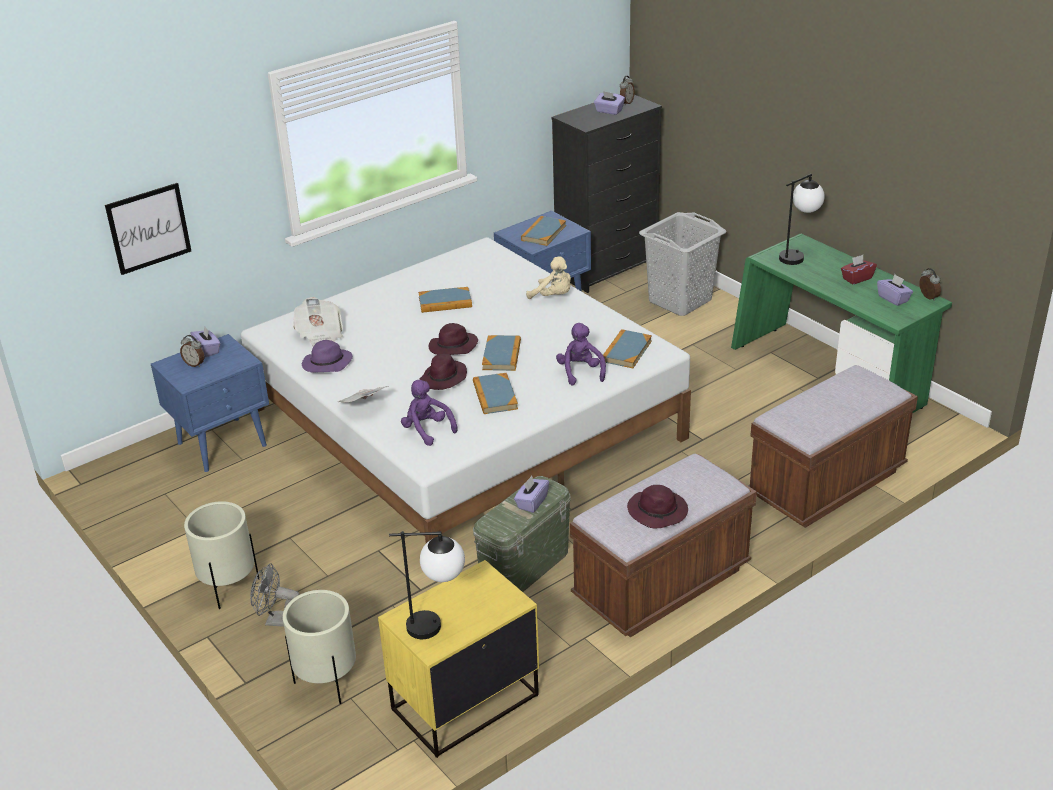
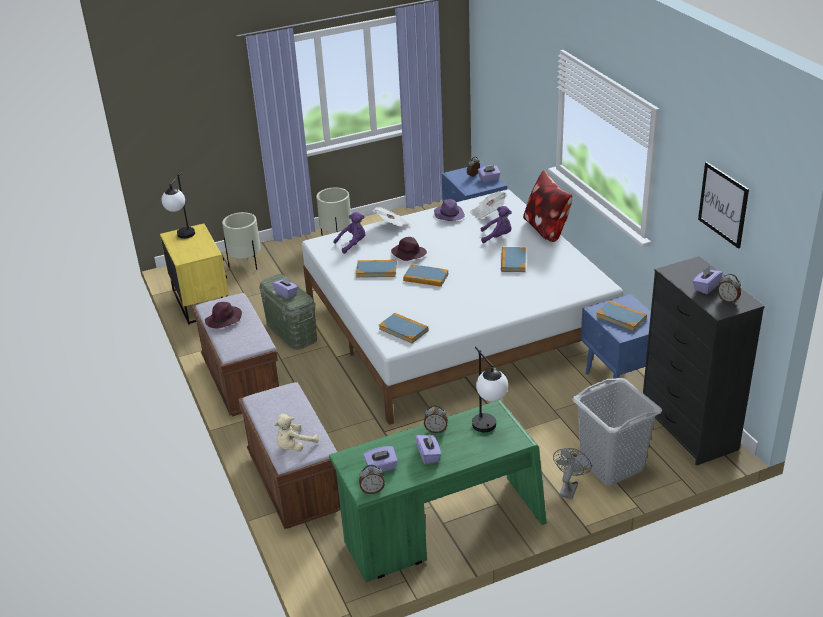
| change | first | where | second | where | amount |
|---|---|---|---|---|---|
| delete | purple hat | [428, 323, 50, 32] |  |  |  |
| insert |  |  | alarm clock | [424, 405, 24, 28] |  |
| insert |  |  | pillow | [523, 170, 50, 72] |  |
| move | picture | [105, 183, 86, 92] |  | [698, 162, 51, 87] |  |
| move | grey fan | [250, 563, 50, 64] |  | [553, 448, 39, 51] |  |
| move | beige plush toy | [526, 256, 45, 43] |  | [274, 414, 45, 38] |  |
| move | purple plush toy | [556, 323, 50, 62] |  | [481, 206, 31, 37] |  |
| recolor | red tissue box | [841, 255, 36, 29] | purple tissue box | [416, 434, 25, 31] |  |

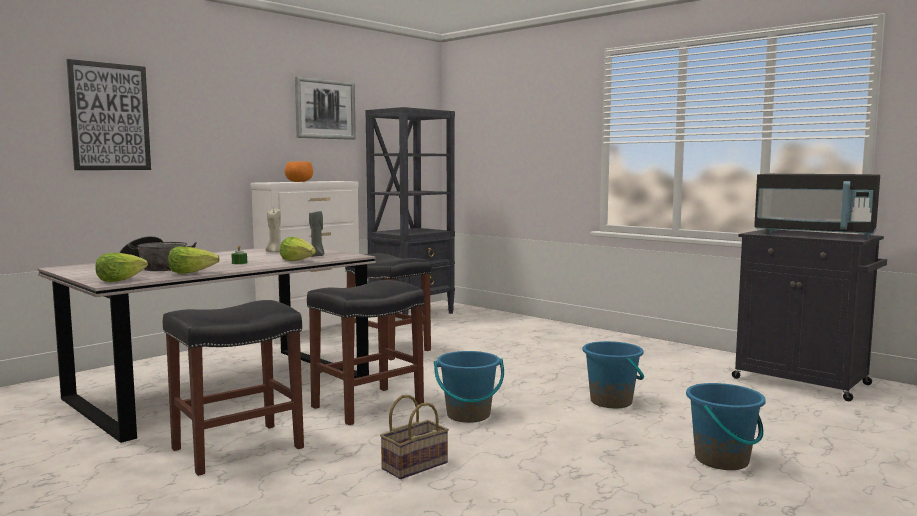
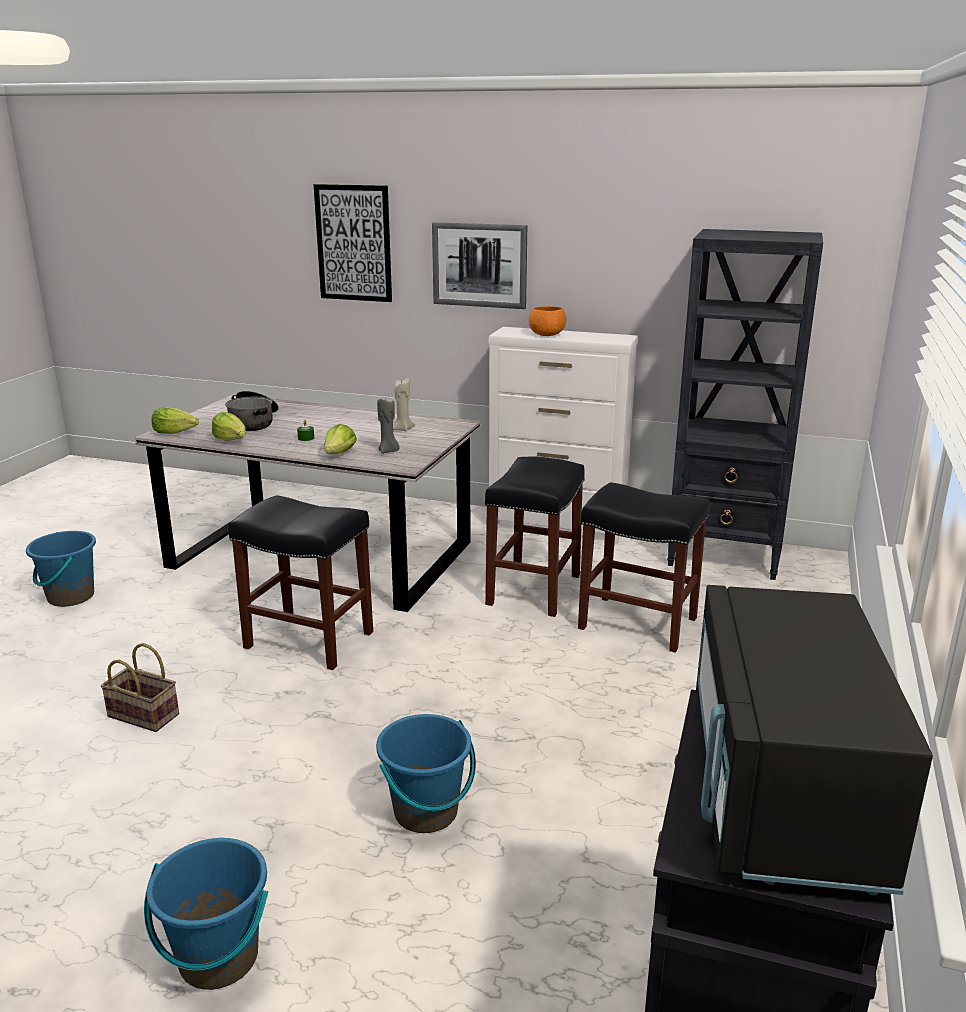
| change | first | where | second | where | amount |
|---|---|---|---|---|---|
| move | black stool | [163, 300, 141, 176] |  | [578, 482, 132, 171] |  |
| move | picture | [295, 76, 61, 64] |  | [432, 222, 95, 87] |  |
| move | blue bucket | [434, 351, 70, 72] |  | [26, 531, 70, 76] |  |

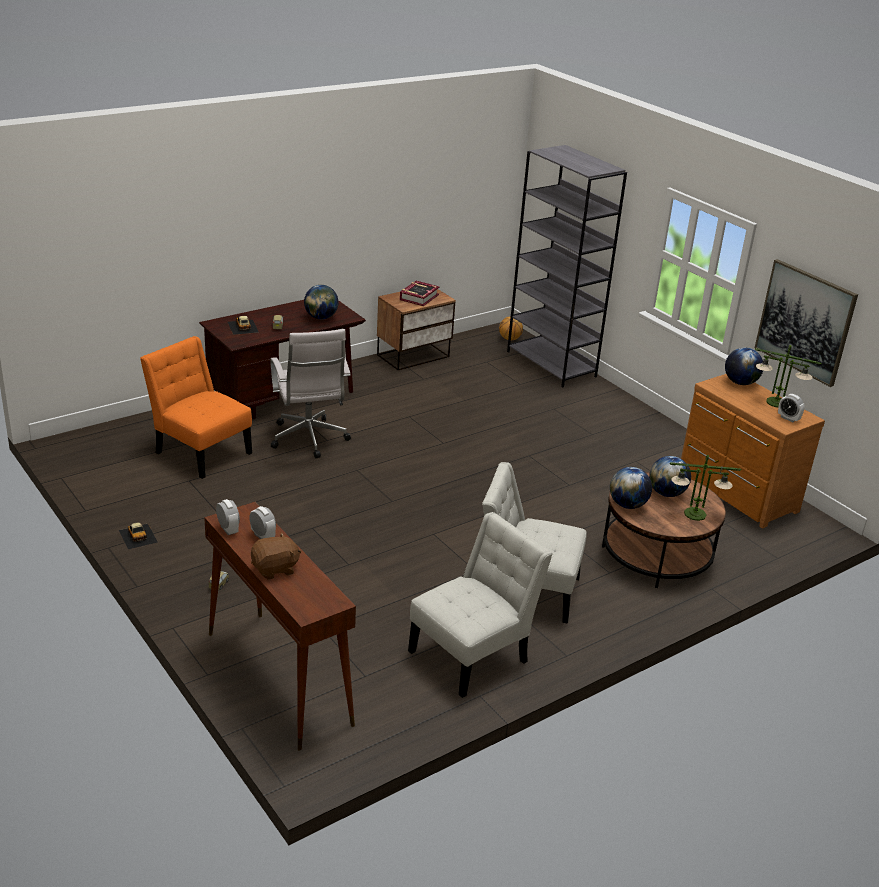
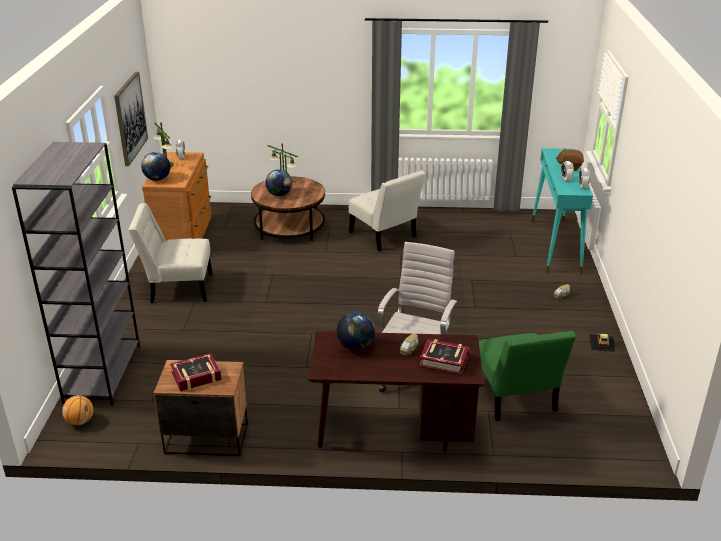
| change | first | where | second | where | amount |
|---|---|---|---|---|---|
| delete | globe | [610, 467, 42, 42] |  |  |  |
| move | white chair | [408, 512, 145, 186] |  | [128, 203, 85, 100] |  |
| replace | toy car | [228, 316, 30, 19] | book | [419, 339, 51, 36] |  |
| recolor | orange chair | [140, 336, 112, 143] | green chair | [479, 330, 97, 91] |  |
| recolor | brown console table | [204, 502, 152, 249] | turquoise console table | [532, 148, 61, 126] |  |

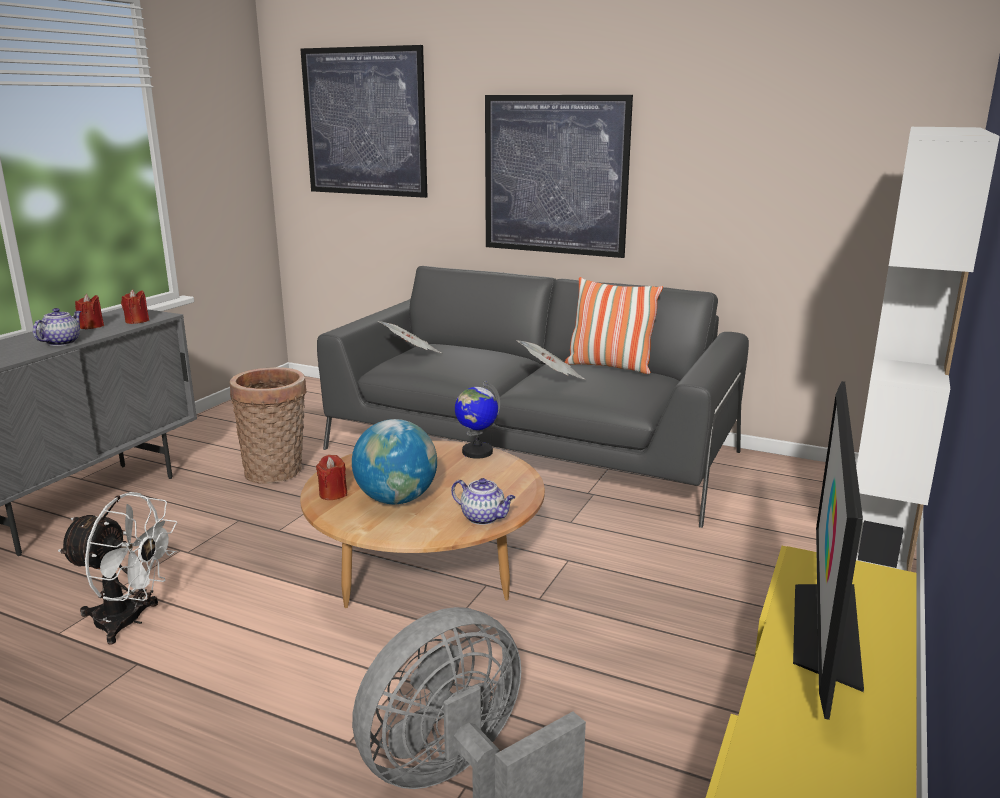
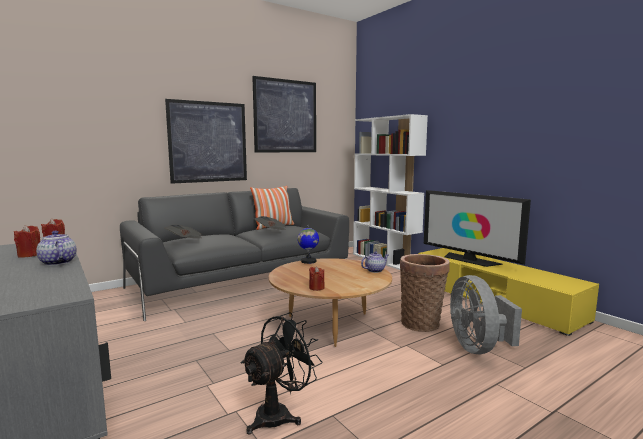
| change | first | where | second | where | amount |
|---|---|---|---|---|---|
| delete | globe | [352, 419, 85, 85] |  |  |  |
| move | basket | [230, 367, 76, 117] |  | [400, 254, 50, 78] |  |
| move | picture | [300, 45, 127, 153] |  | [252, 76, 64, 76] |  |
| recolor | white fan | [58, 492, 120, 153] | black fan | [241, 312, 81, 123] |  |

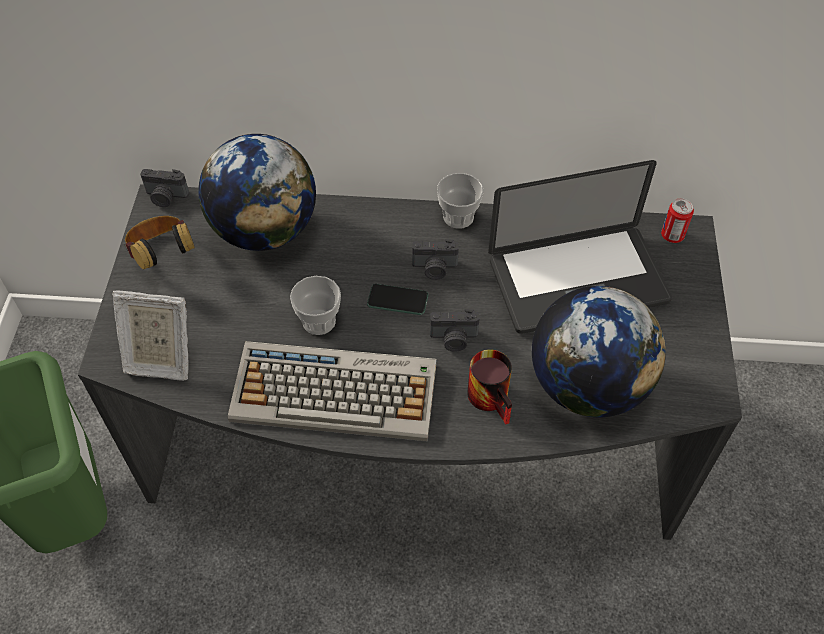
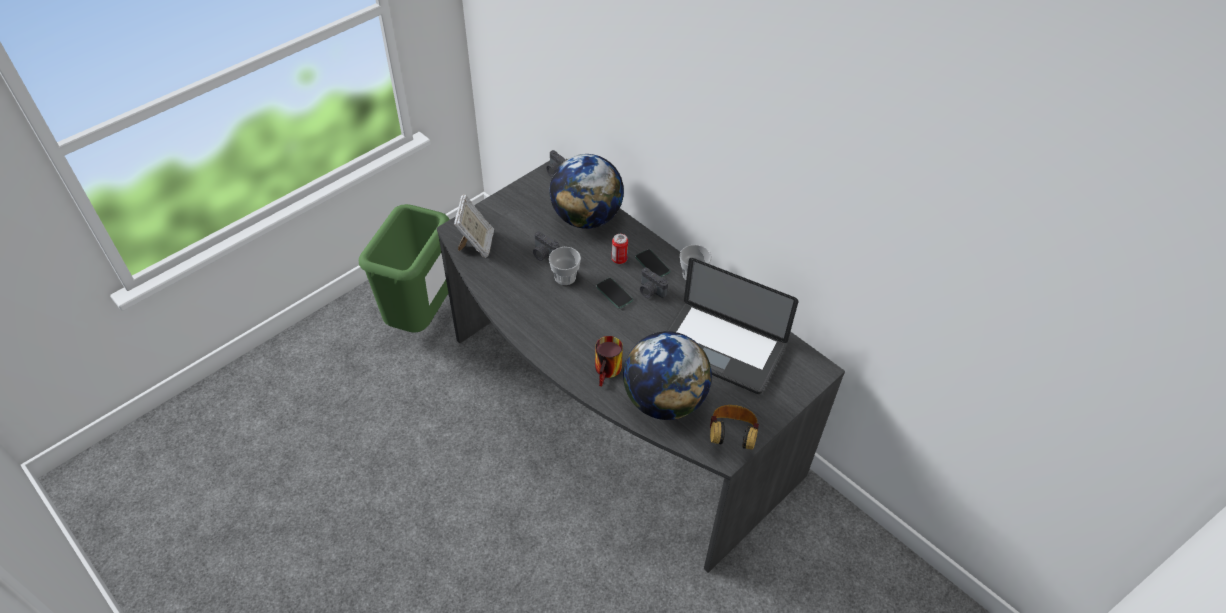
| change | first | where | second | where | amount |
|---|---|---|---|---|---|
| delete | keyboard | [228, 341, 209, 100] |  |  |  |
| insert |  |  | phone | [635, 249, 36, 28] |  |
| move | headphones | [125, 216, 70, 53] |  | [710, 405, 49, 45] |  |
| move | photo camera | [430, 309, 50, 43] |  | [533, 231, 26, 30] |  |
| move | can | [661, 198, 33, 45] |  | [612, 234, 16, 30] |  |
| rotate | picture frame | [112, 290, 77, 91] |  | [454, 194, 40, 64] | 135 degrees counterclockwise |

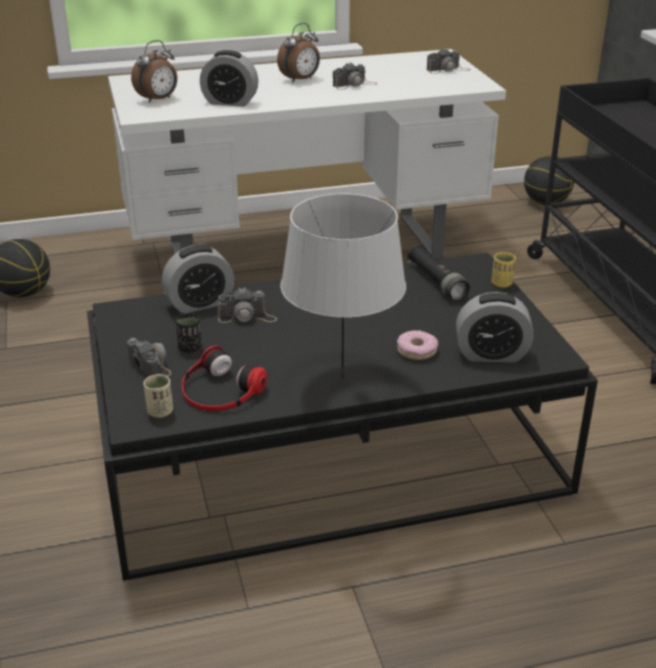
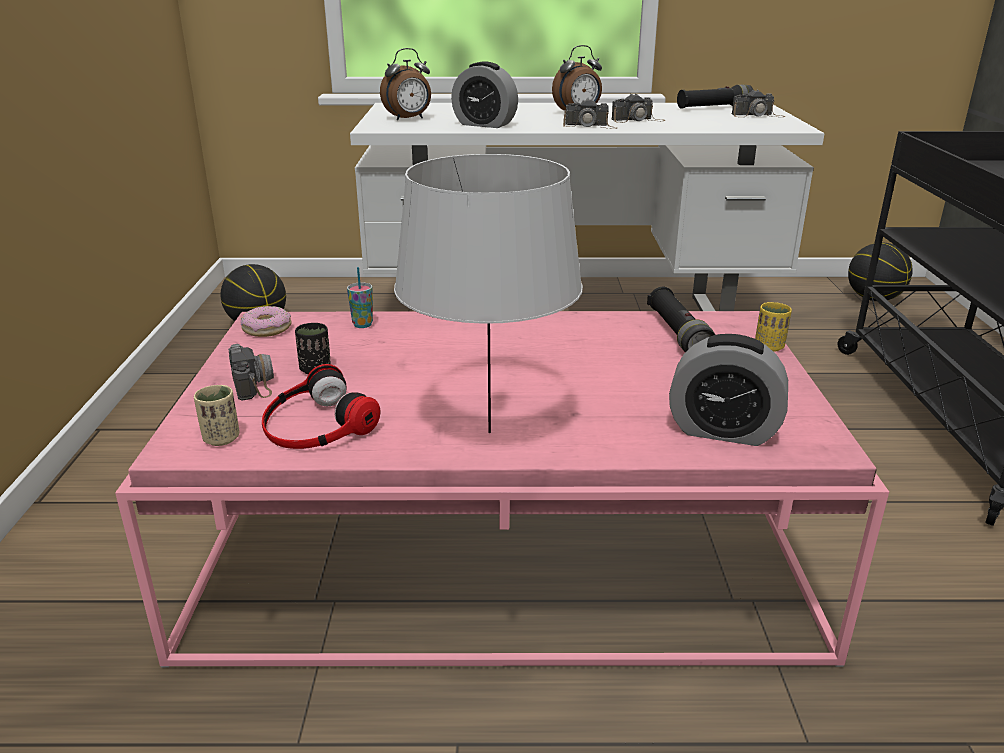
| change | first | where | second | where | amount |
|---|---|---|---|---|---|
| insert |  |  | black flashlight | [677, 85, 76, 23] |  |
| move | photo camera | [218, 287, 59, 36] |  | [563, 98, 54, 31] |  |
| move | donut | [397, 330, 41, 30] |  | [240, 306, 52, 31] |  |
| replace | alarm clock | [162, 245, 72, 69] | cup | [347, 267, 26, 61] |  |
| recolor | black coffee table | [87, 253, 511, 329] | pink coffee table | [115, 311, 774, 357] |  |

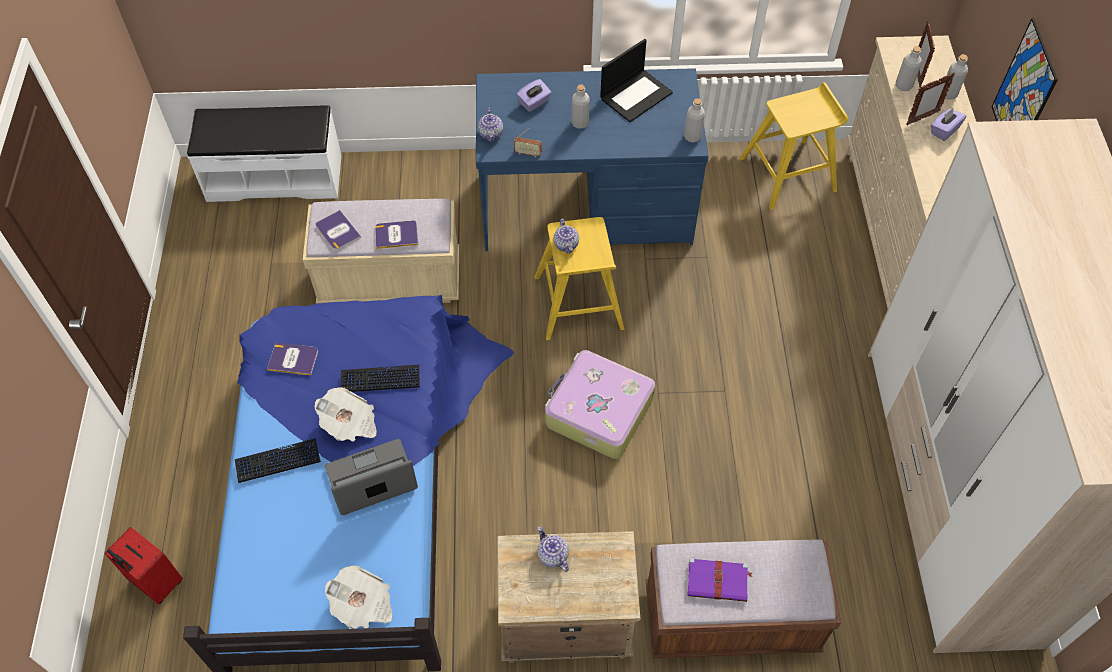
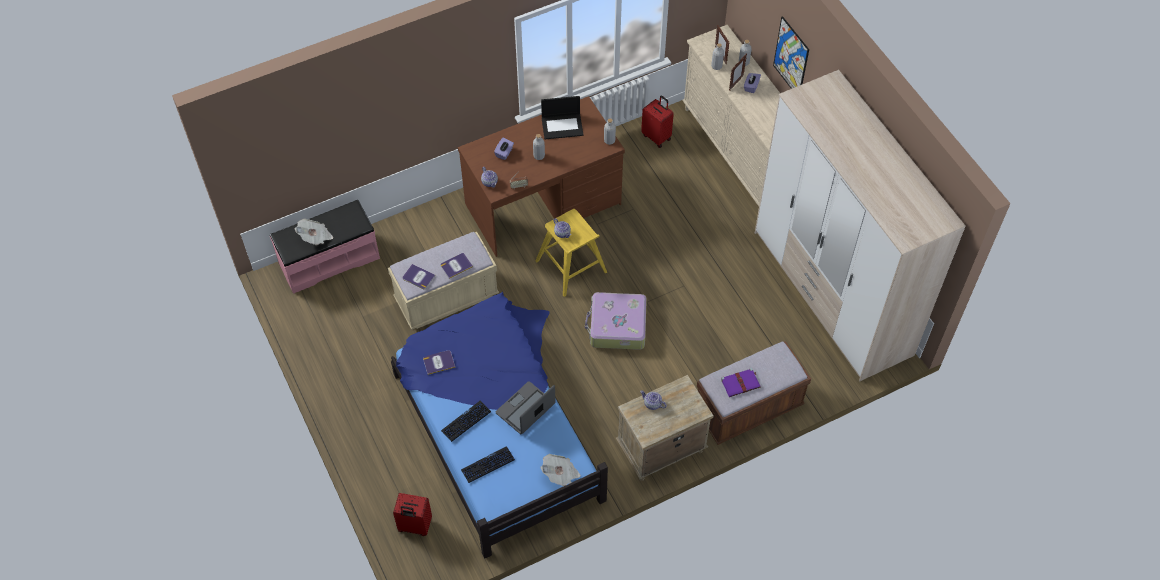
| change | first | where | second | where | amount |
|---|---|---|---|---|---|
| move | newspaper | [314, 387, 63, 55] |  | [294, 219, 39, 26] |  |
| move | keyboard | [340, 364, 80, 28] |  | [461, 446, 54, 37] |  |
| replace | yellow stool | [740, 82, 108, 128] | red suitcase | [641, 95, 33, 53] |  |
| recolor | white bench | [187, 105, 155, 97] | pink bench | [270, 200, 110, 94] |  |
| recolor | blue desk | [476, 68, 233, 183] | brown desk | [458, 96, 167, 161] |  |
| rotate | laptop | [600, 39, 73, 83] |  | [541, 96, 42, 43] | 60 degrees clockwise |

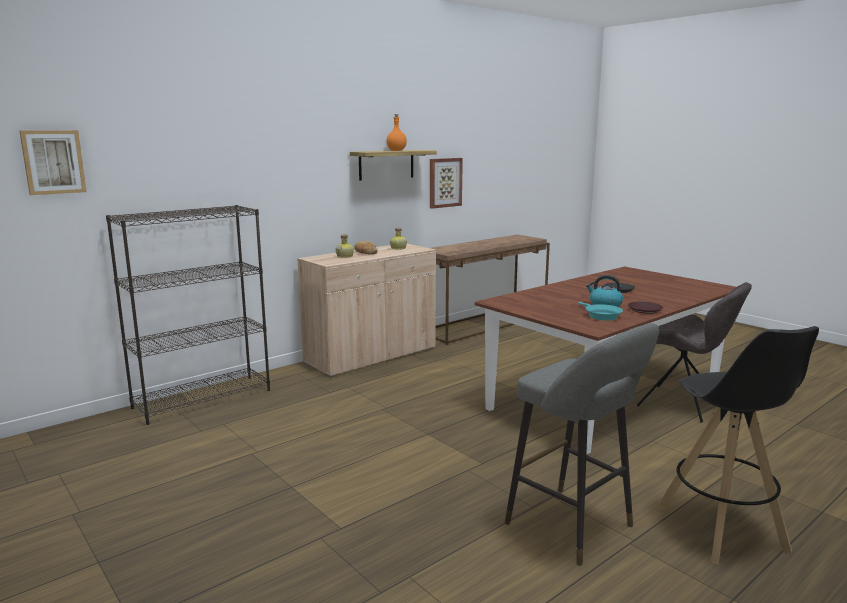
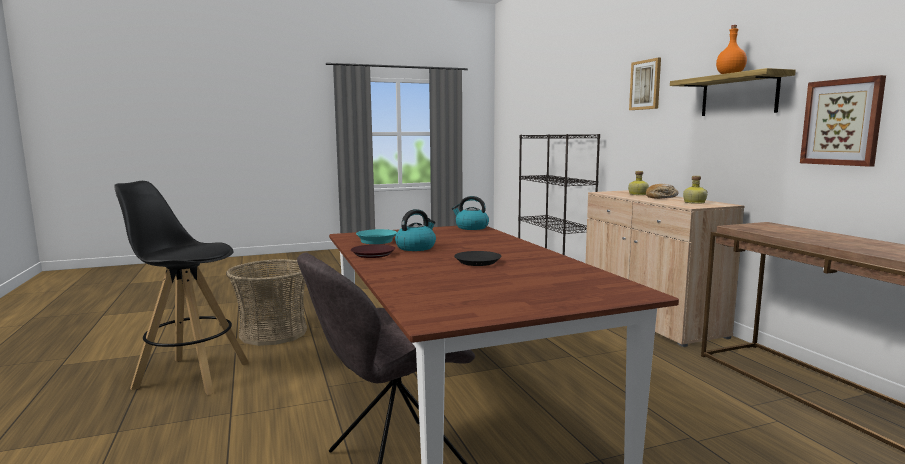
| change | first | where | second | where | amount |
|---|---|---|---|---|---|
| insert |  |  | kettle | [452, 196, 37, 34] |  |
| move | picture | [19, 130, 68, 65] |  | [629, 58, 32, 52] |  |
| replace | grey stool | [505, 323, 154, 243] | basket | [226, 259, 81, 87] |  |

